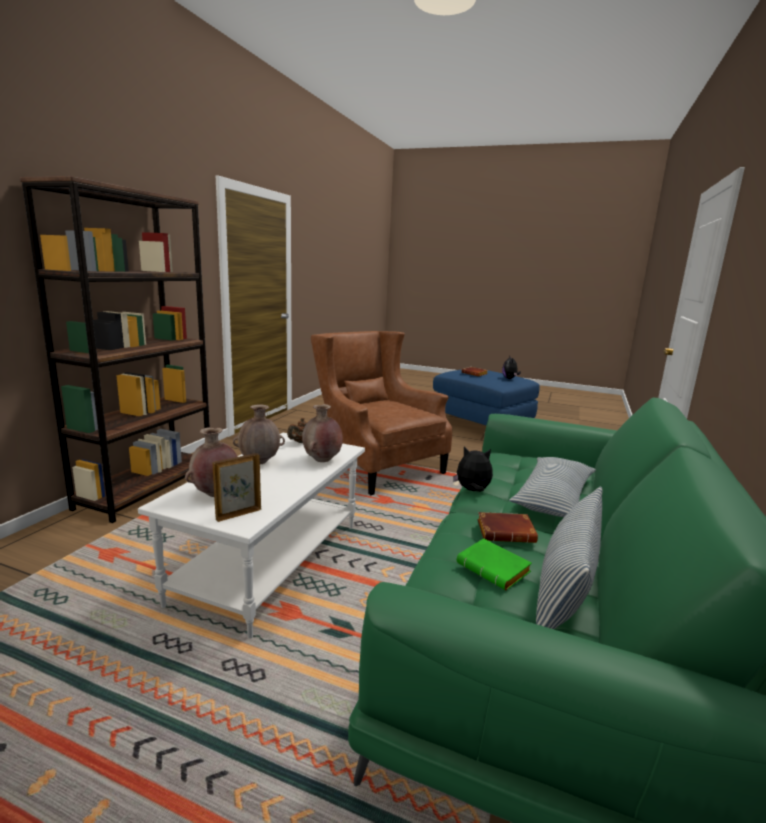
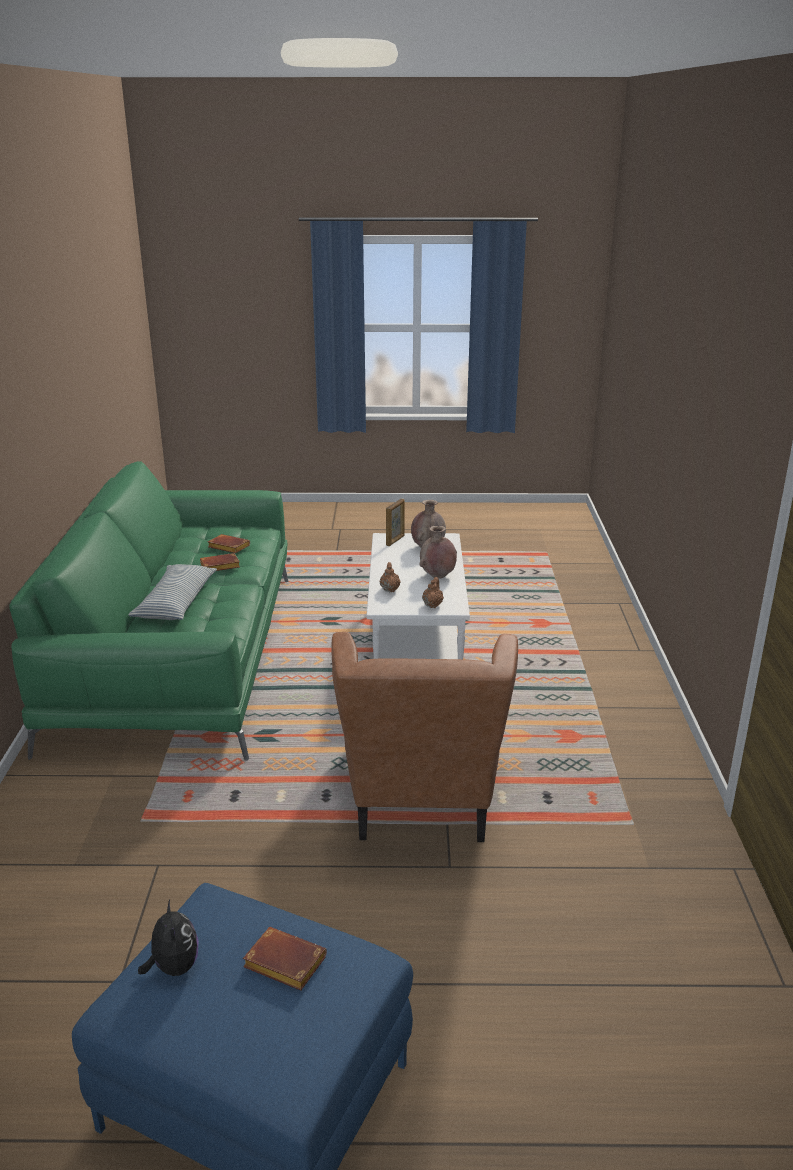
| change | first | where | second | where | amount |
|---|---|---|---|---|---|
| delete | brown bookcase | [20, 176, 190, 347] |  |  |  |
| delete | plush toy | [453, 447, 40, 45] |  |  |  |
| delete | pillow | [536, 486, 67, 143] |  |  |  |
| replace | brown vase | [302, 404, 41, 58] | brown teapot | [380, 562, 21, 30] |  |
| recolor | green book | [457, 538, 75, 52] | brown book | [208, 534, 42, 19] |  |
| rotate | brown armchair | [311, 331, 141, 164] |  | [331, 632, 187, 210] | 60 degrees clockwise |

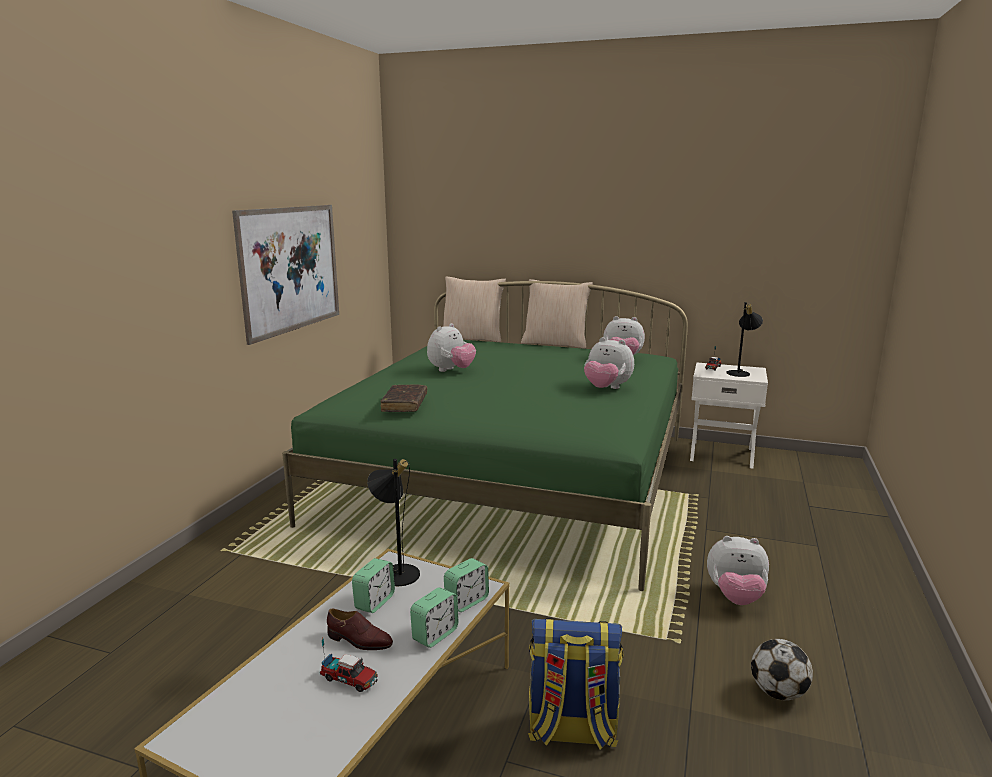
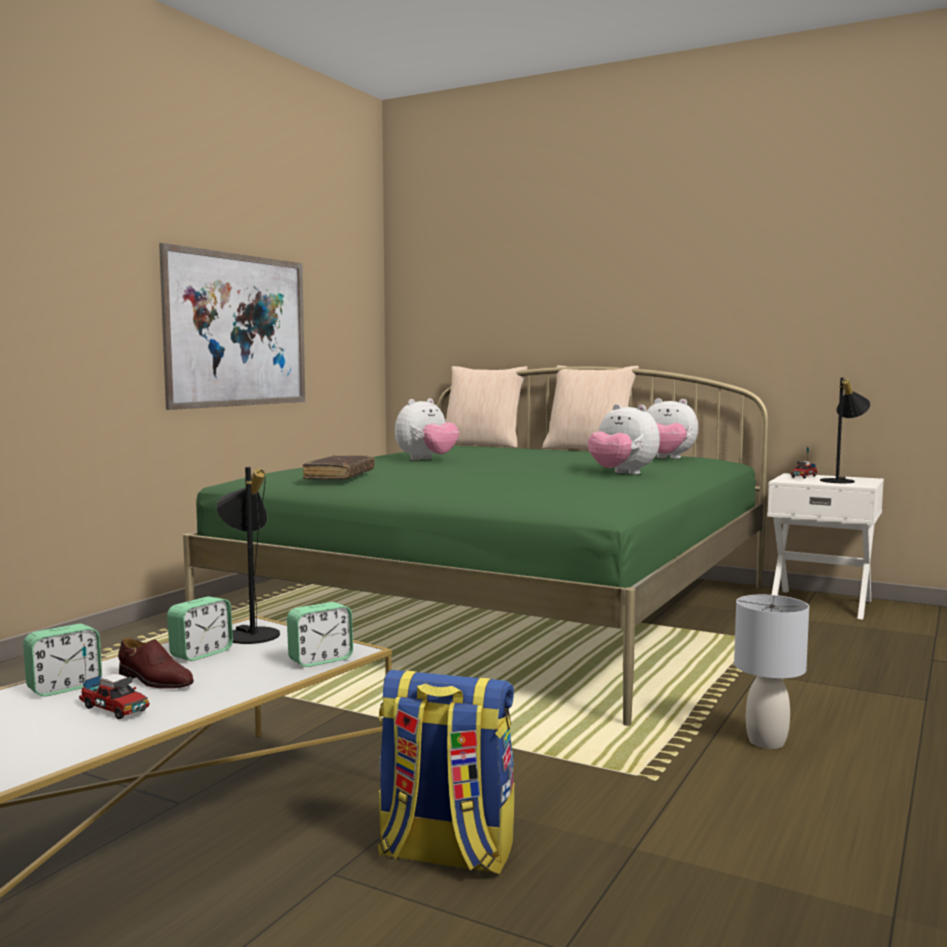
| change | first | where | second | where | amount |
|---|---|---|---|---|---|
| delete | football | [751, 639, 62, 61] |  |  |  |
| move | alarm clock | [410, 587, 48, 61] |  | [23, 624, 79, 73] |  |
| replace | plush toy | [707, 536, 62, 69] | grey table lamp | [734, 595, 75, 154] |  |

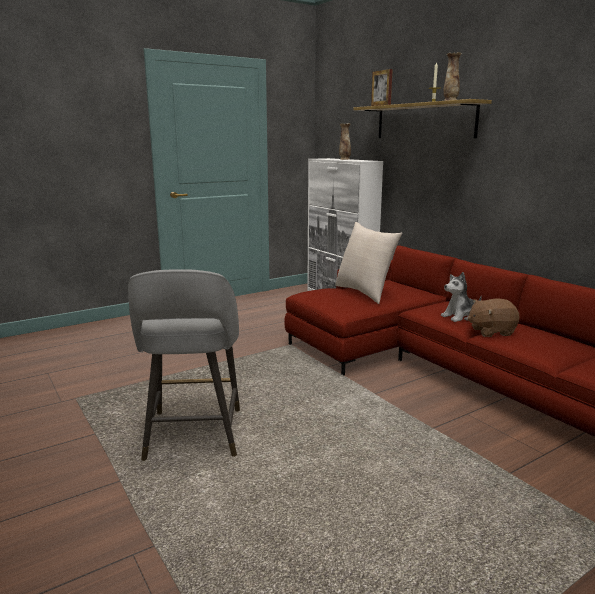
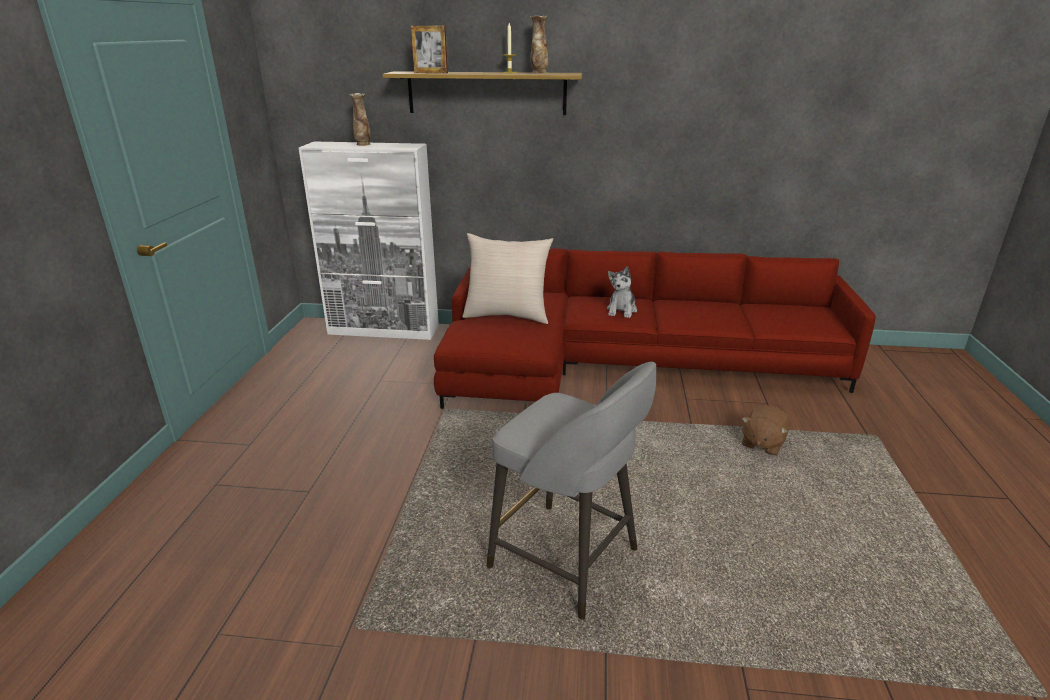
| change | first | where | second | where | amount |
|---|---|---|---|---|---|
| move | brown plush toy | [467, 299, 52, 38] |  | [741, 405, 49, 50] |  |

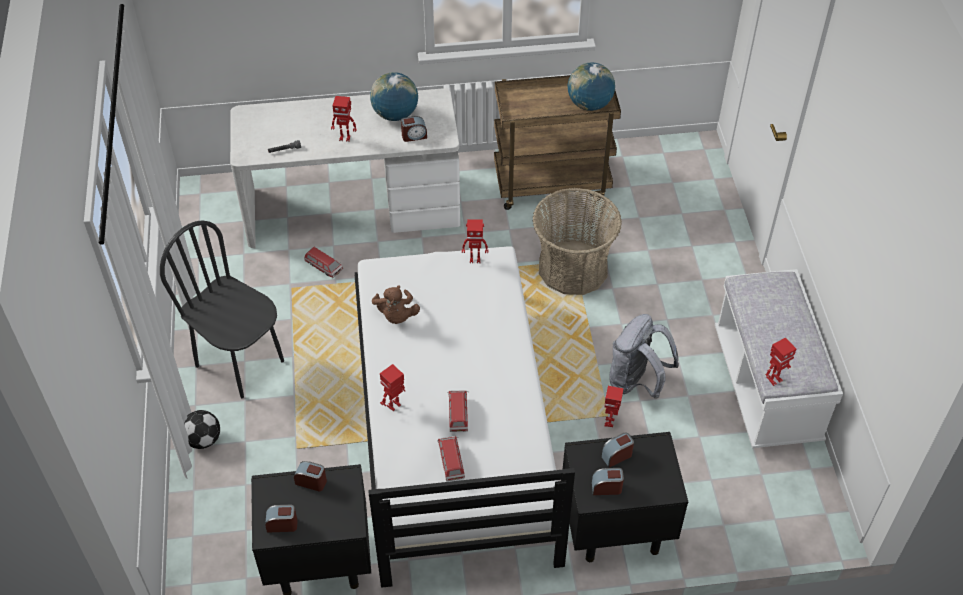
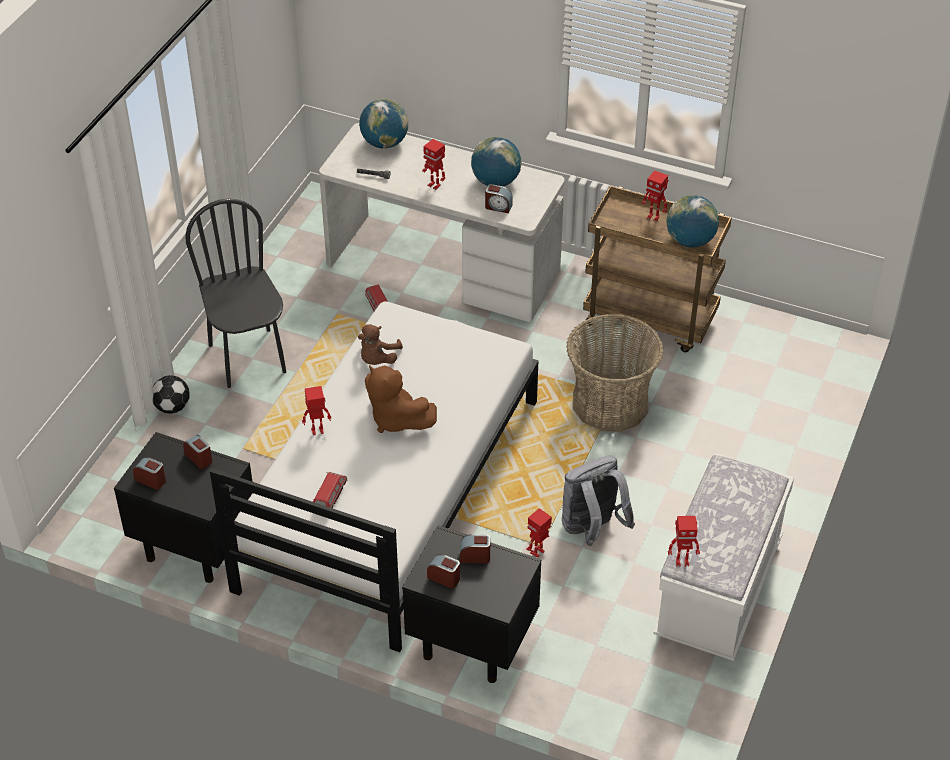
| change | first | where | second | where | amount |
|---|---|---|---|---|---|
| delete | toy car | [447, 390, 21, 42] |  |  |  |
| insert |  |  | globe | [359, 99, 50, 50] |  |
| insert |  |  | brown plush toy | [365, 365, 72, 68] |  |
| move | toy robot | [462, 219, 26, 44] |  | [641, 170, 27, 52] |  |

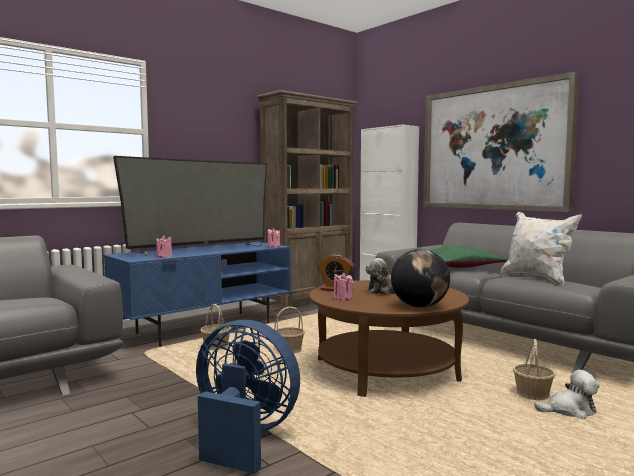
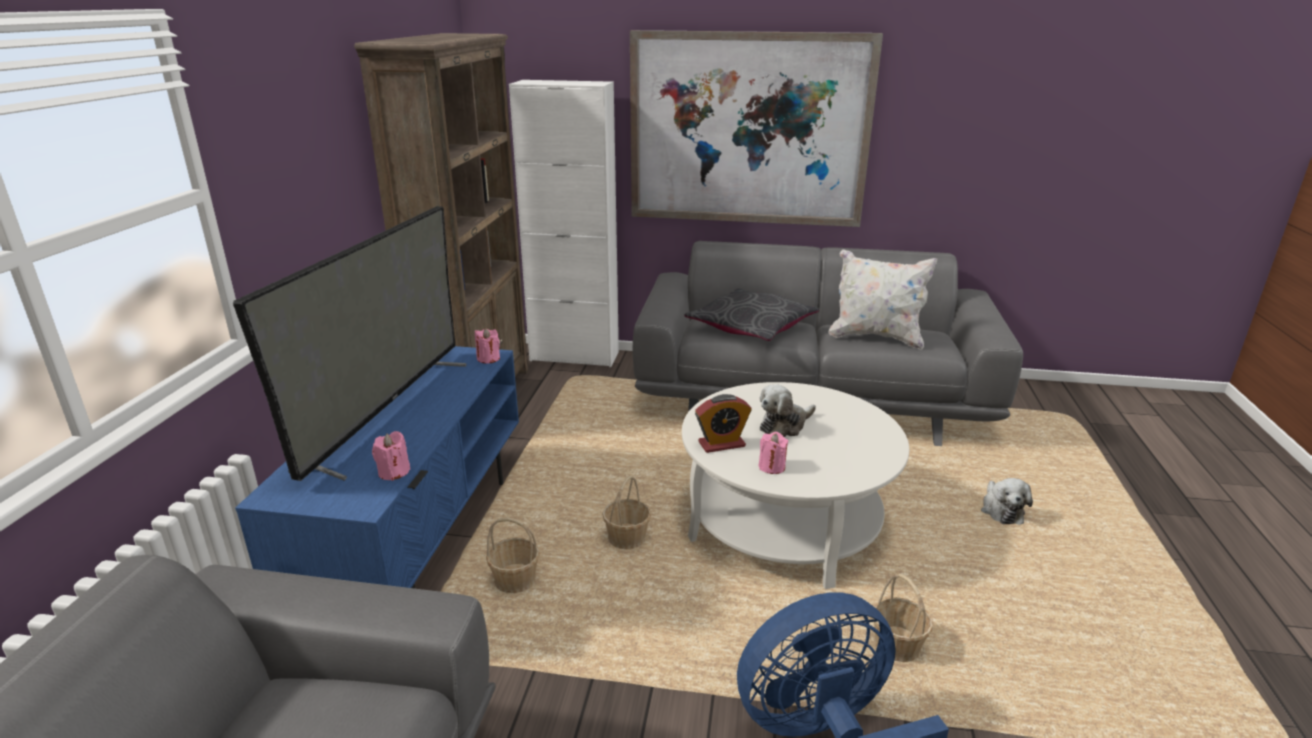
| change | first | where | second | where | amount |
|---|---|---|---|---|---|
| delete | globe | [391, 249, 59, 58] |  |  |  |
| move | basket | [513, 339, 42, 61] |  | [873, 574, 60, 88] |  |
| recolor | brown coffee table | [309, 280, 160, 117] | white coffee table | [682, 382, 227, 207] |  |
| recolor | green pillow | [429, 245, 79, 23] | grey pillow | [684, 289, 135, 52] |  |
| rotate | plush toy | [534, 370, 66, 49] |  | [981, 478, 52, 47] | 135 degrees clockwise |

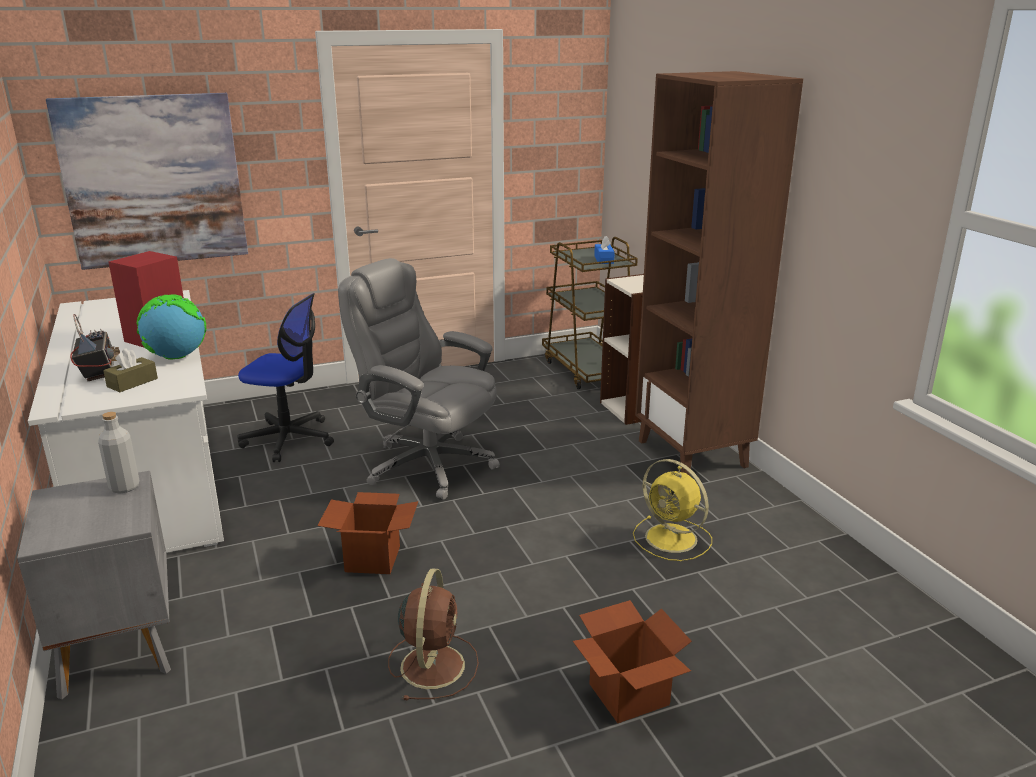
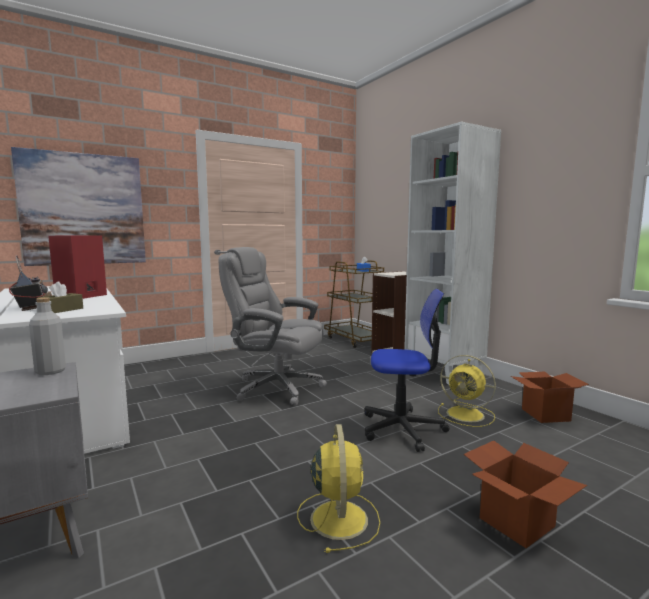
| change | first | where | second | where | amount |
|---|---|---|---|---|---|
| delete | globe | [136, 294, 70, 66] |  |  |  |
| move | office chair | [238, 293, 96, 169] |  | [365, 289, 85, 163] |  |
| move | cardboard box | [318, 492, 100, 82] |  | [511, 372, 78, 51] |  |
| recolor | brown fan | [388, 568, 91, 132] | yellow fan | [297, 424, 83, 129] |  |
| recolor | brown bookcase | [635, 71, 168, 405] | white bookcase | [404, 121, 97, 263] |  |

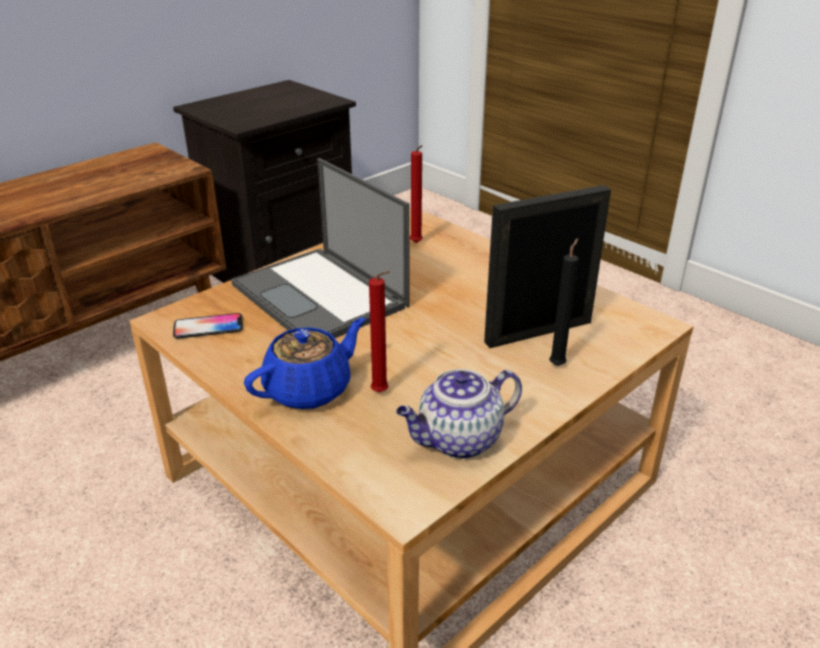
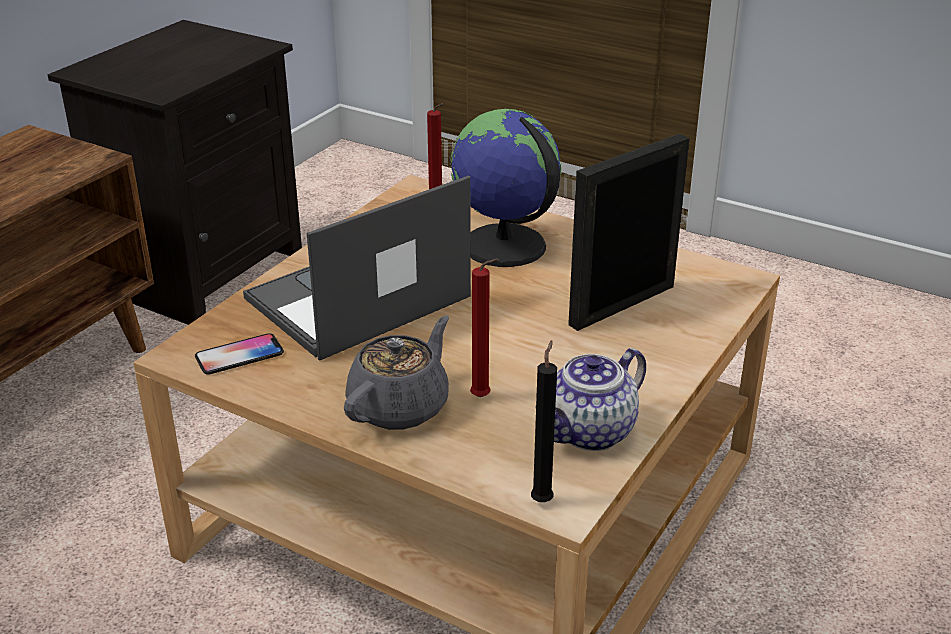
| change | first | where | second | where | amount |
|---|---|---|---|---|---|
| insert |  |  | globe | [450, 109, 111, 158] |  |
| move | black candle | [549, 238, 30, 128] |  | [531, 340, 26, 162] |  |
| recolor | blue teapot | [244, 318, 121, 92] | grey teapot | [344, 315, 105, 115] |  |
| rotate | laptop | [231, 158, 179, 180] |  | [243, 175, 228, 186] | 105 degrees clockwise |

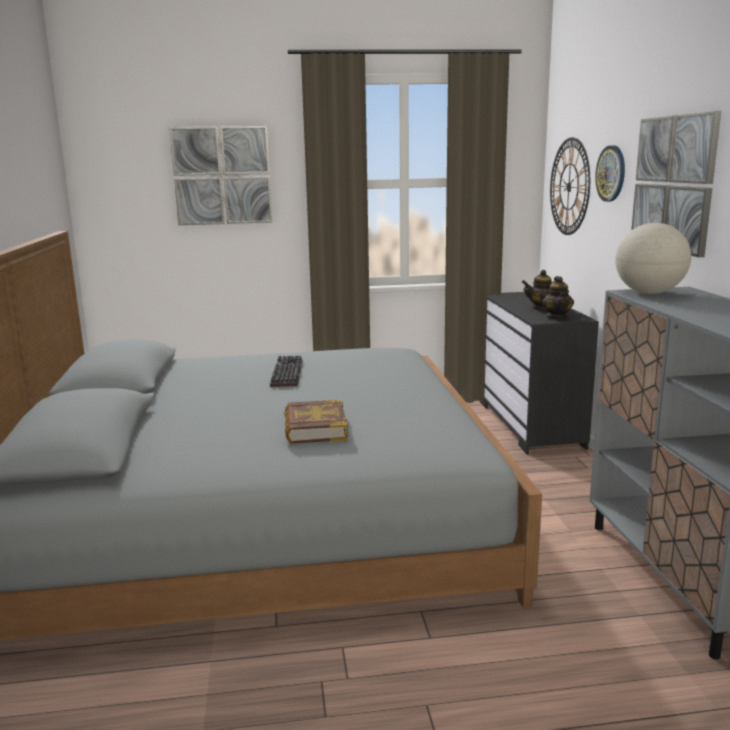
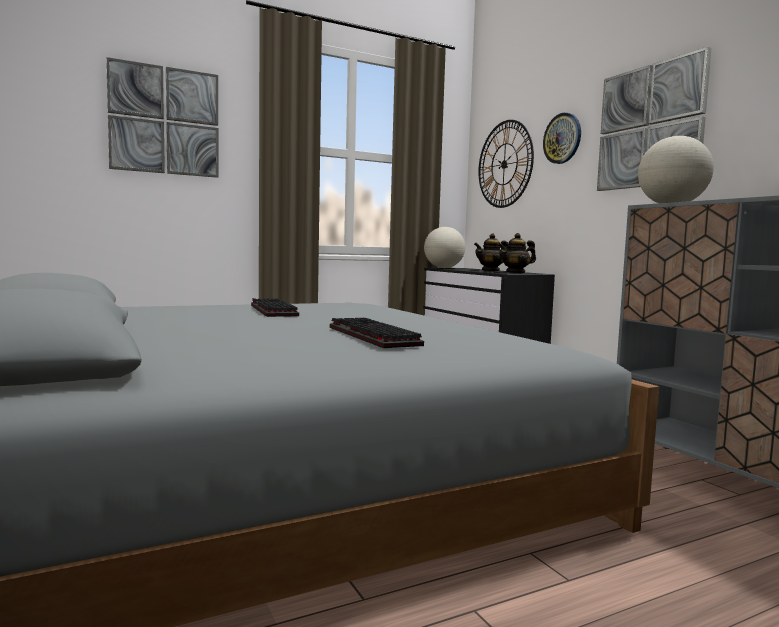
| change | first | where | second | where | amount |
|---|---|---|---|---|---|
| insert |  |  | globe | [424, 227, 41, 41] |  |
| replace | book | [284, 399, 64, 45] | keyboard | [330, 318, 94, 30] |  |
| rotate | teapot | [542, 276, 32, 44] |  | [498, 233, 38, 40] | 90 degrees clockwise |

